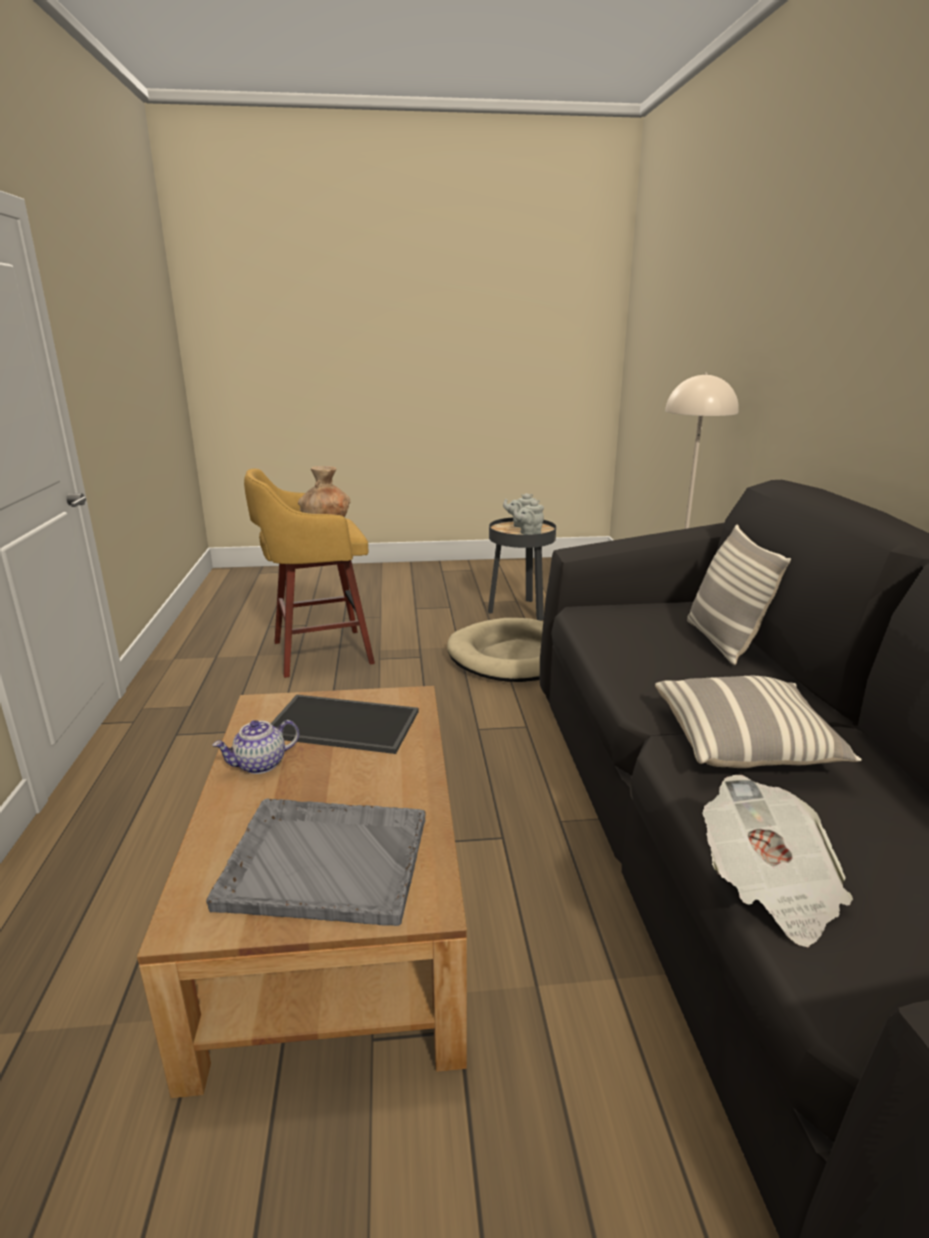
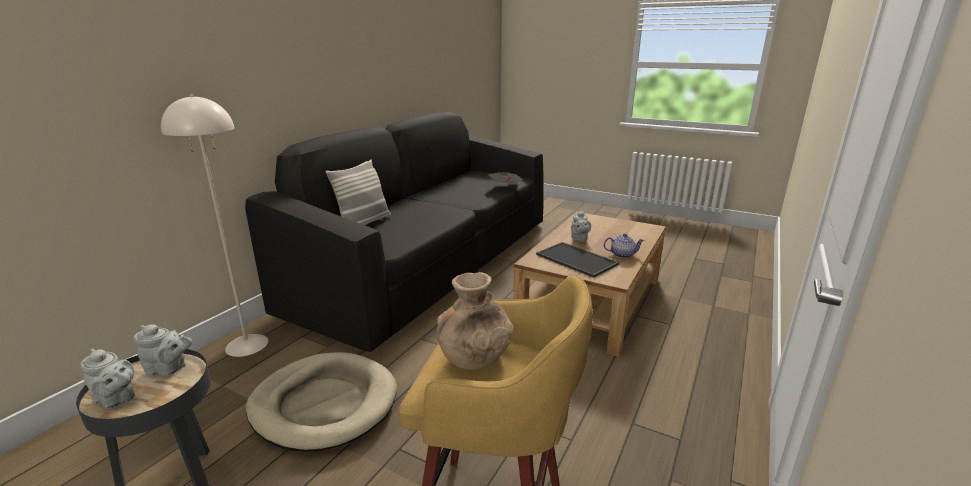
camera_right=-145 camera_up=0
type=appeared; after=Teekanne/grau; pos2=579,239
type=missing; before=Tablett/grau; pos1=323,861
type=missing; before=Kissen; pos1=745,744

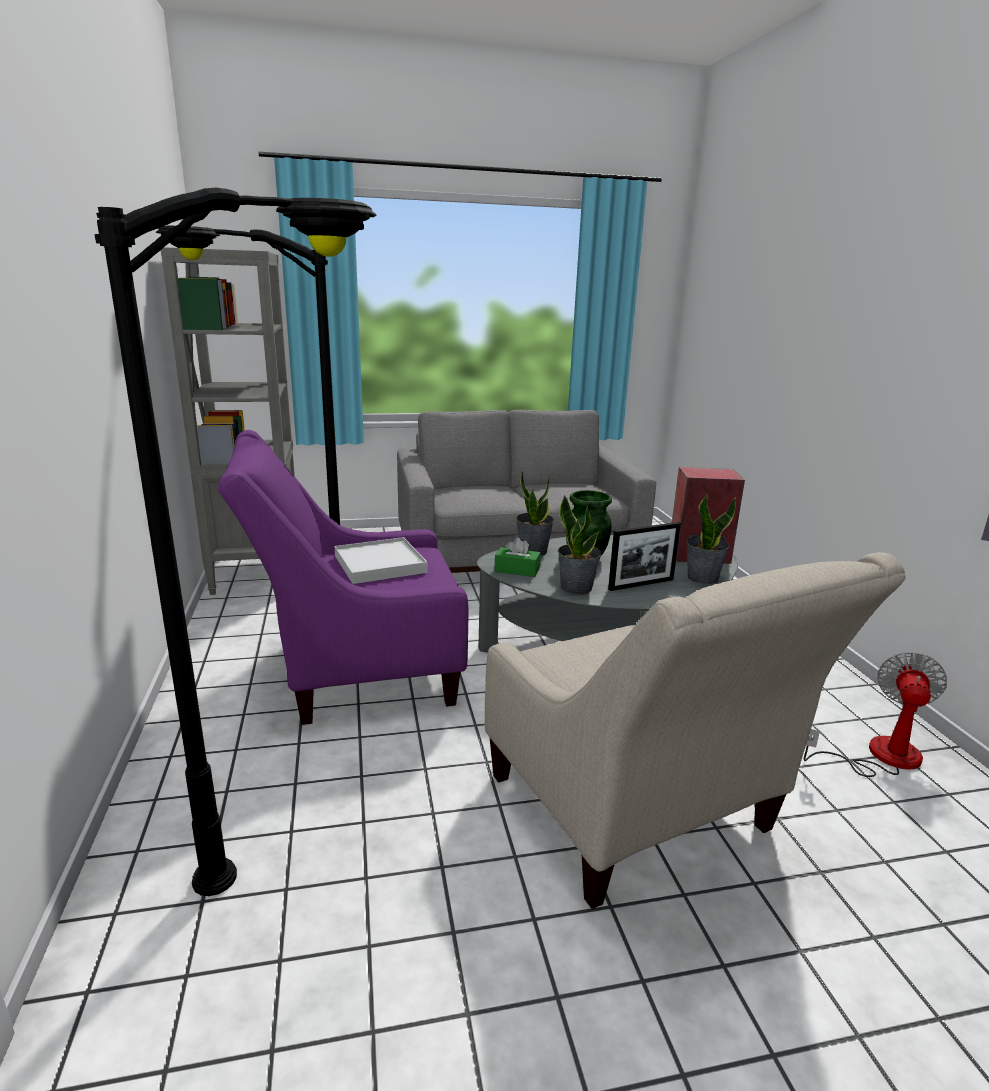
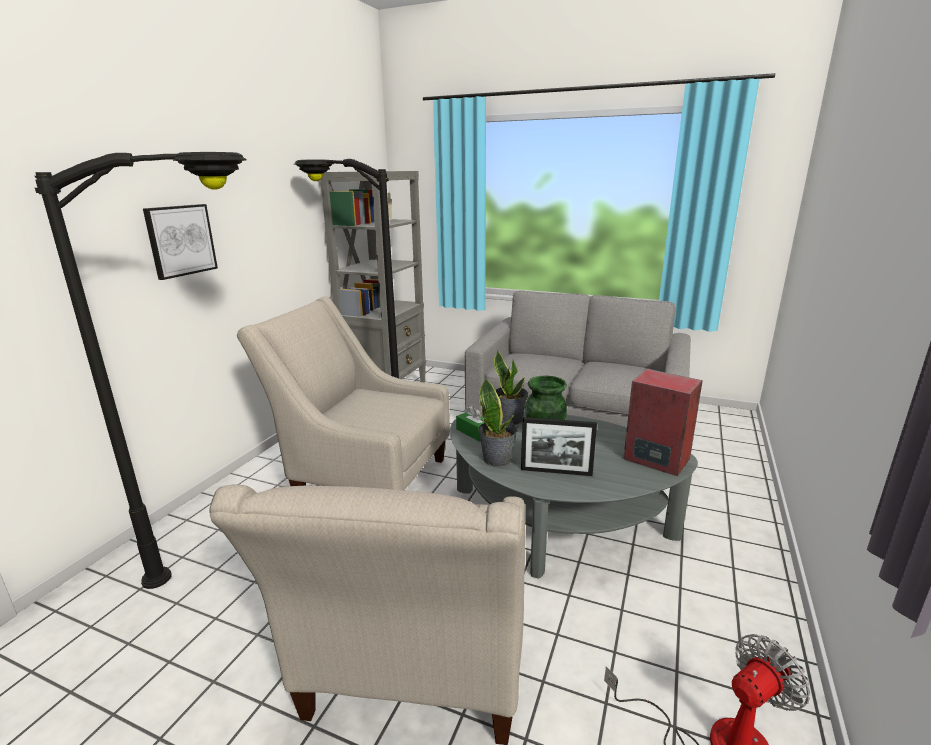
camera_right=35 camera_up=0
type=appeared; after=Bild; pos2=180,240
type=colour; before=Sessel/lila; after=Sessel/beige; pos1=355,671; pos2=363,478
type=missing; before=Tablett/weiß; pos1=380,564
type=missing; before=Topfpflanze; pos1=702,578

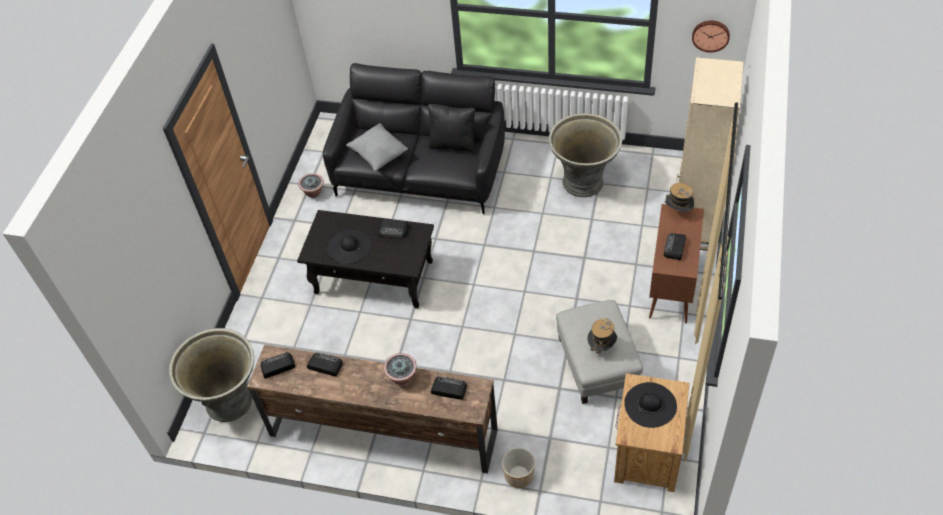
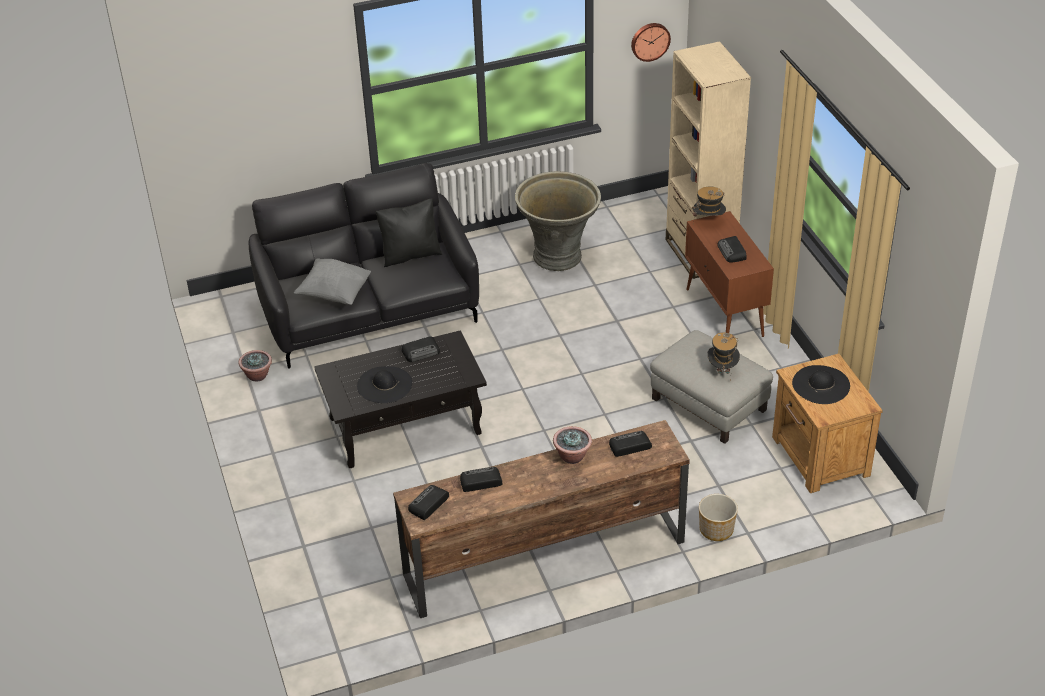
camera_right=-35 camera_up=-10
type=missing; before=Pflanzkübel/grau; pos1=230,402

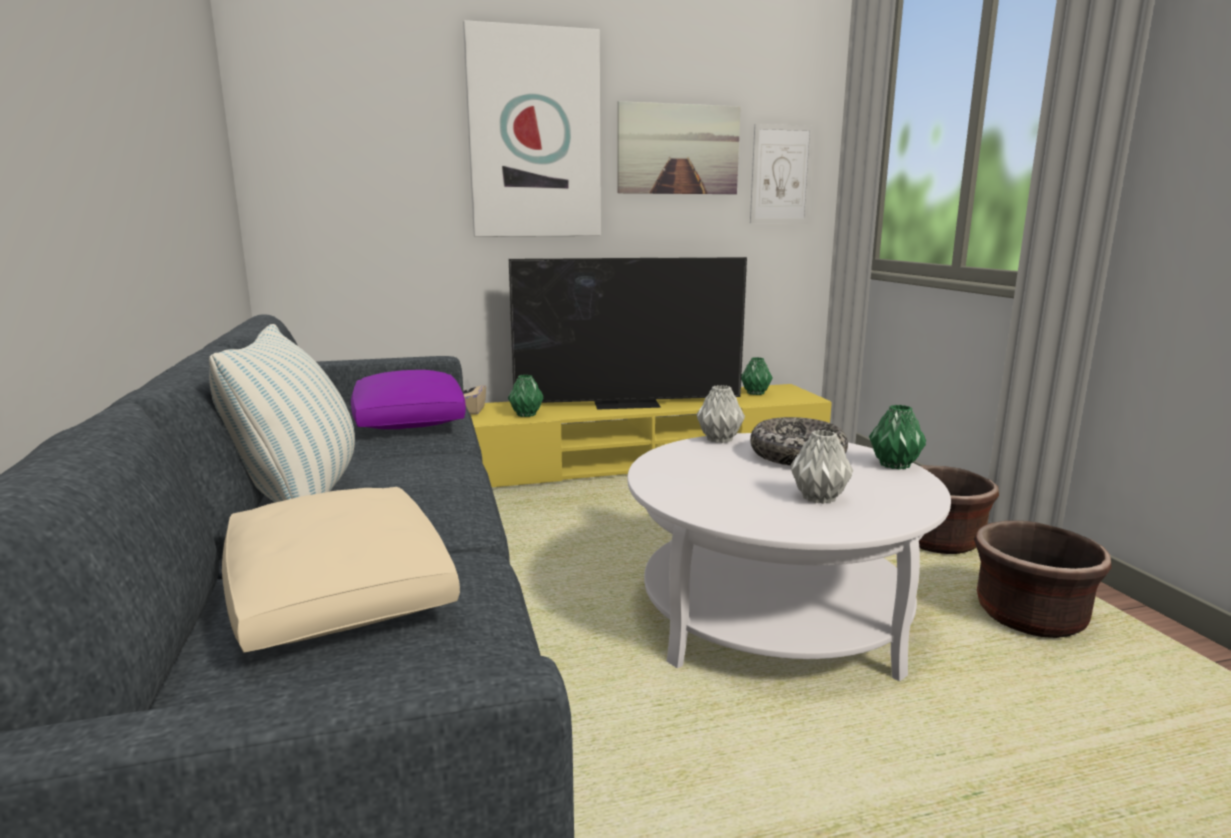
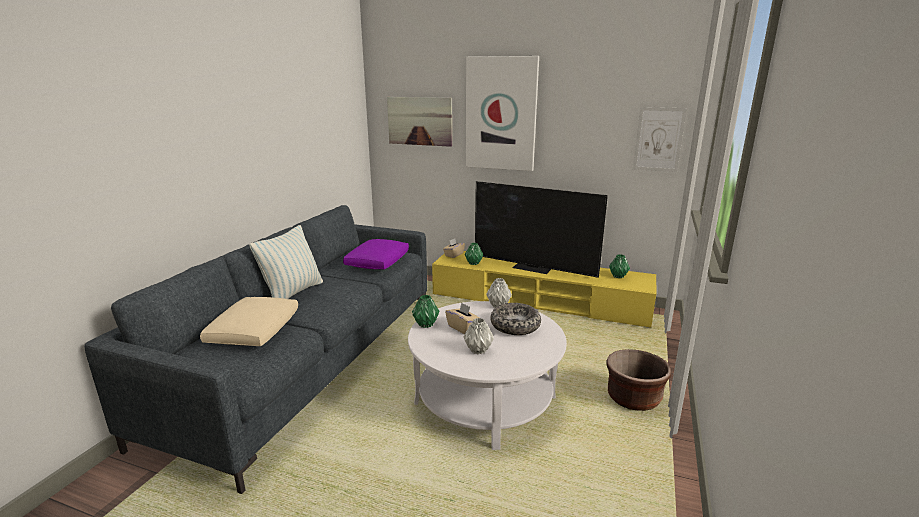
camera_right=35 camera_up=5
type=relocated; before=Bild; pos1=678,149; pos2=420,121
type=relocated; before=Vase/grün; pos1=895,465; pos2=426,324
type=appeared; after=Taschentuchbox/beige; pos2=463,328
type=missing; before=Pflanzkübel/braun; pos1=1030,617

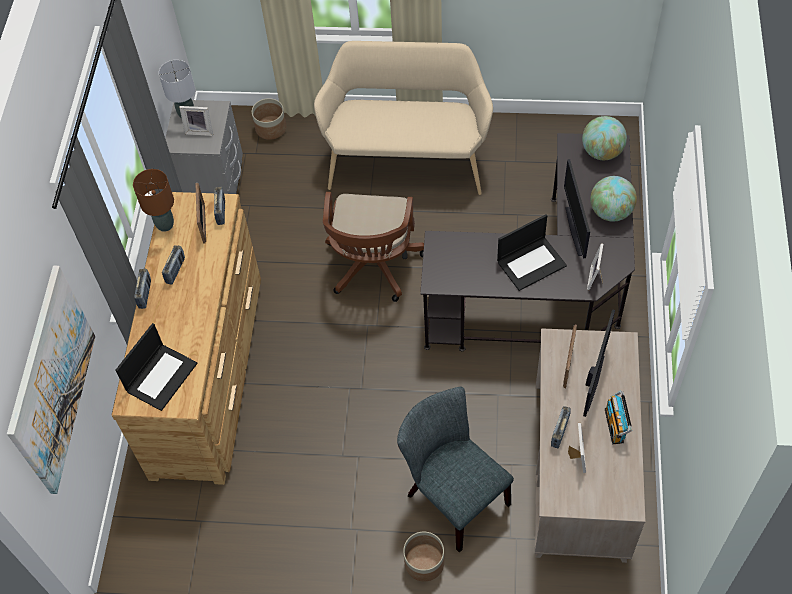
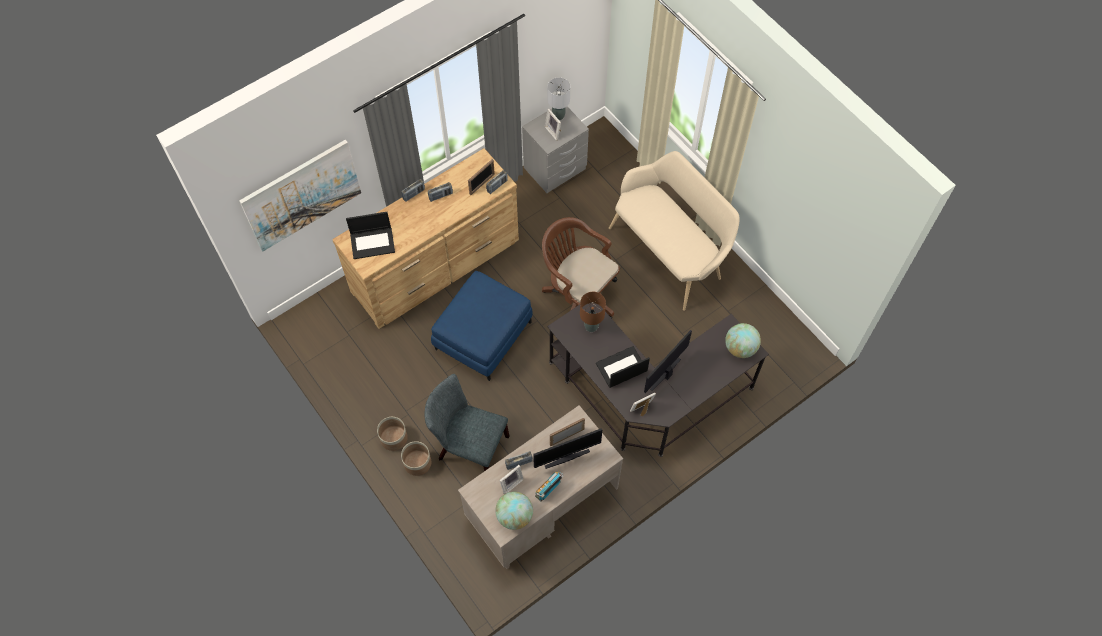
camera_right=45 camera_up=5
type=relocated; before=Pflanzkübel; pos1=270,128; pos2=393,438
type=spun; before=Stuhl/grau; pos1=452,496; pos2=469,447; turn=-75
type=appeared; after=Polsterhocker/blau; pos2=483,335
type=relocated; before=Globus; pos1=611,212; pos2=514,516
type=spun; before=Bürostuhl/braun; pos1=373,267; pos2=578,293; turn=75
type=relocated; before=Tischlampe/braun; pos1=165,224; pos2=591,327
type=spun; before=Laptop; pos1=531,263; pos2=621,368; turn=135

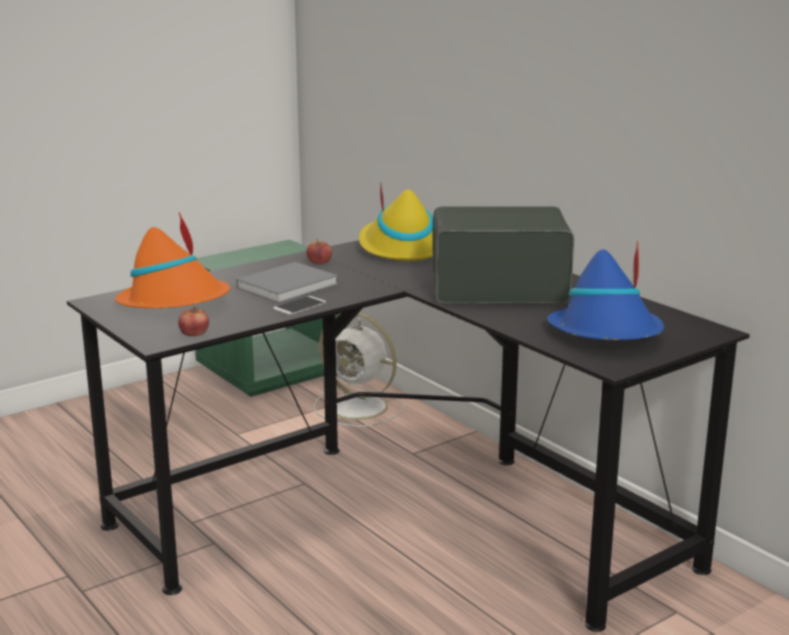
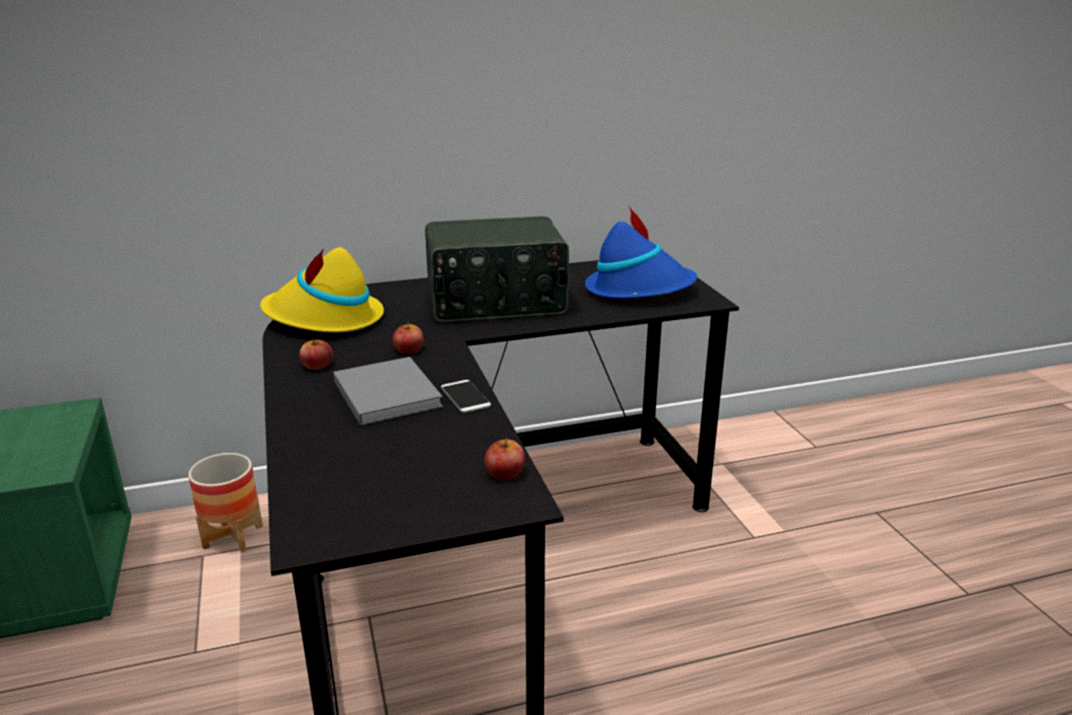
camera_right=-70 camera_up=5
type=exchanged; before=Ventilator/weiß; after=Pflanzkübel; pos1=360,408; pos2=233,536
type=appeared; after=Apfel; pos2=408,349
type=spun; before=Radio; pos1=498,288; pos2=496,302; turn=-120
type=missing; before=Hut/orange; pos1=175,302

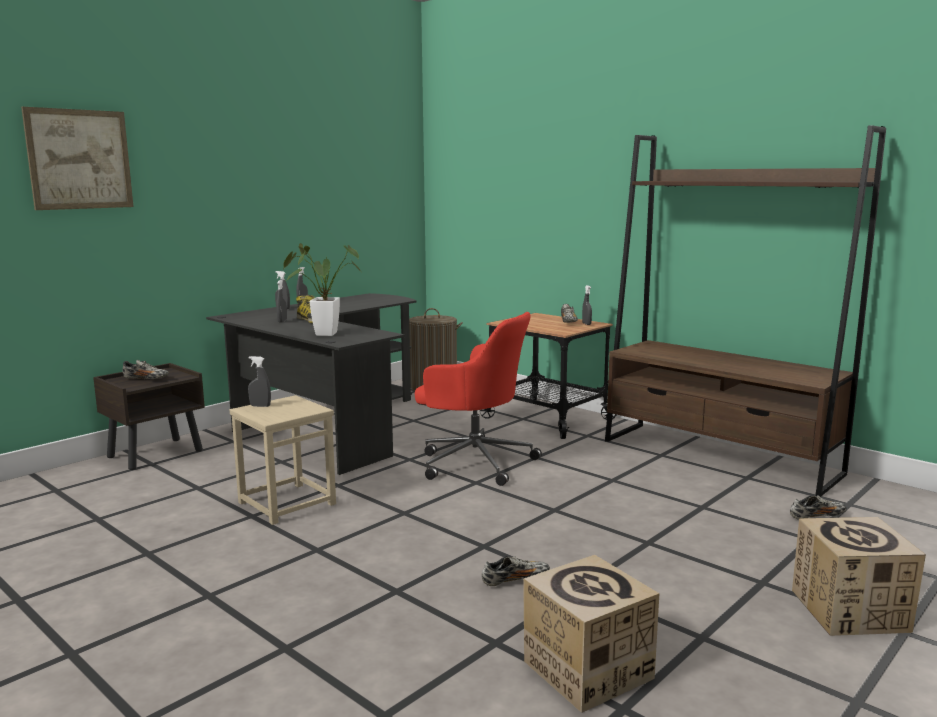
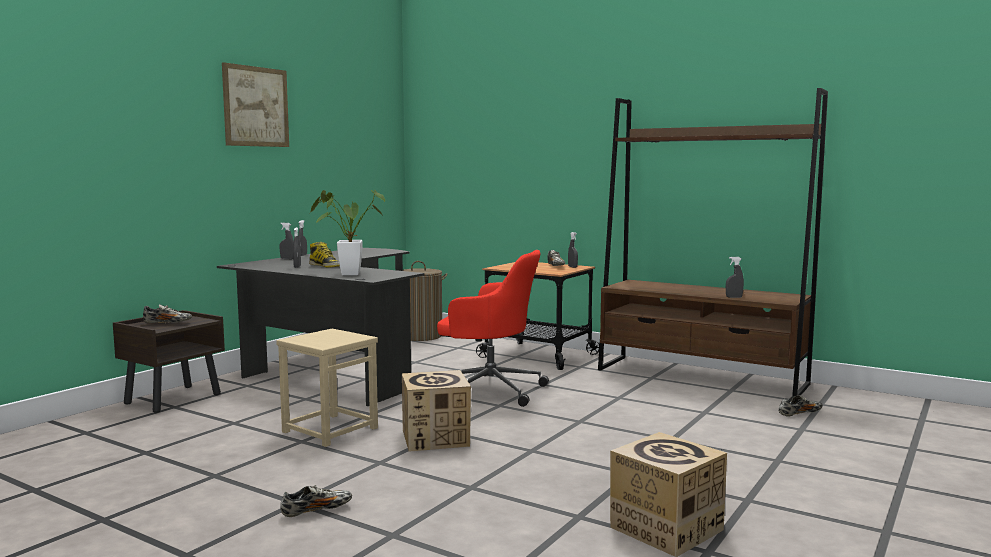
camera_right=-10 camera_up=-5
type=relocated; before=Bild; pos1=79,159; pos2=256,106
type=relocated; before=Schuh; pos1=515,580; pos2=316,511
type=relocated; before=Karton; pos1=850,611; pos2=435,438
type=relocated; before=Sprühflasche/grau; pos1=260,406; pos2=734,297

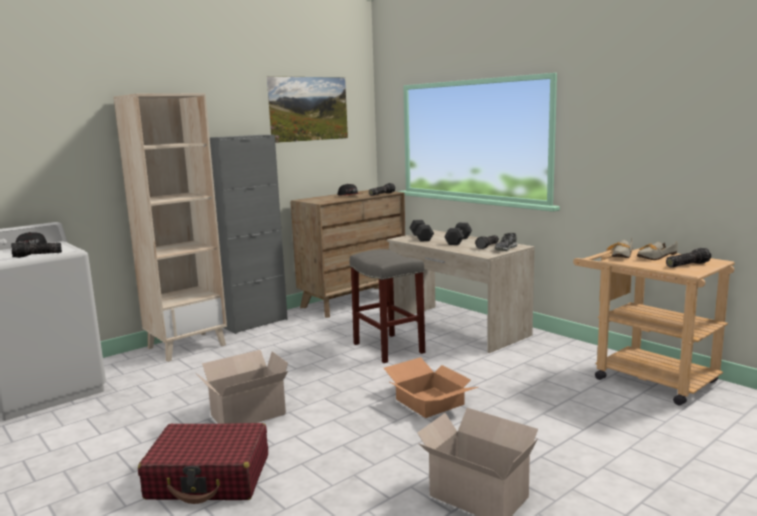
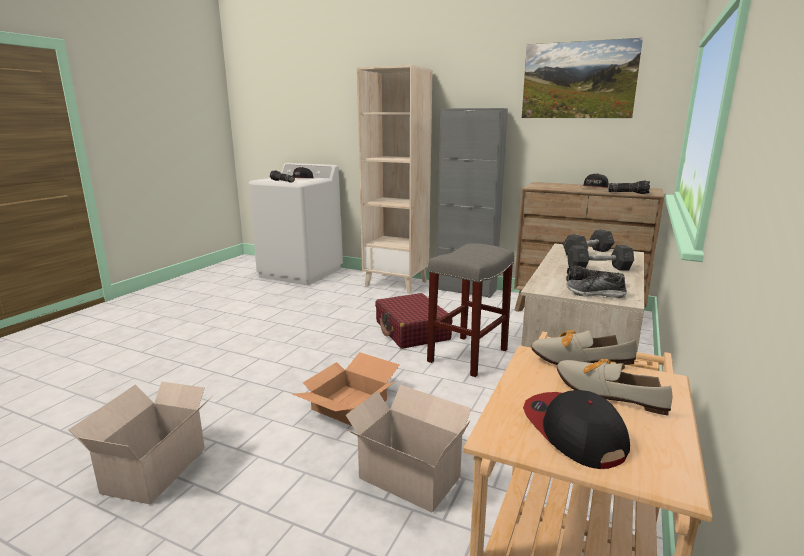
camera_right=65 camera_up=5
type=relocated; before=Karton; pos1=246,415; pos2=407,476
type=relocated; before=Koffer/rot; pos1=209,477; pos2=412,331
type=exchanged; before=Taschenlampe; after=Kappe; pos1=687,265; pos2=573,431

